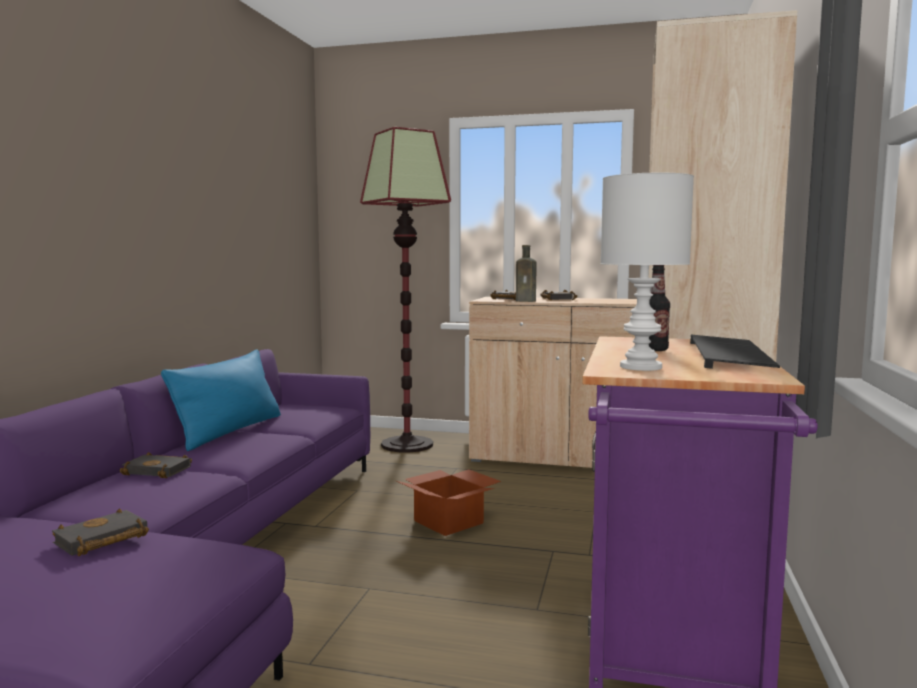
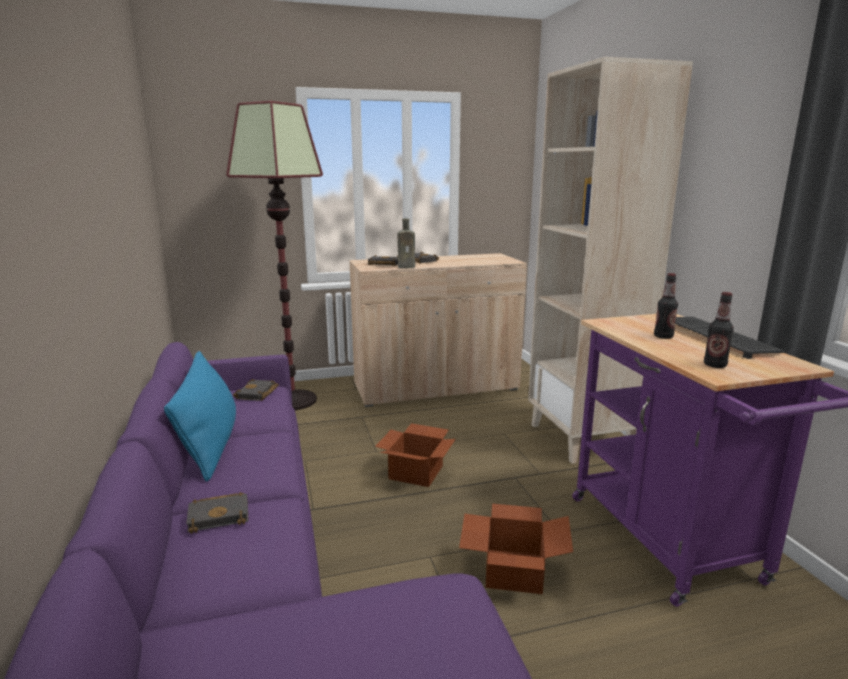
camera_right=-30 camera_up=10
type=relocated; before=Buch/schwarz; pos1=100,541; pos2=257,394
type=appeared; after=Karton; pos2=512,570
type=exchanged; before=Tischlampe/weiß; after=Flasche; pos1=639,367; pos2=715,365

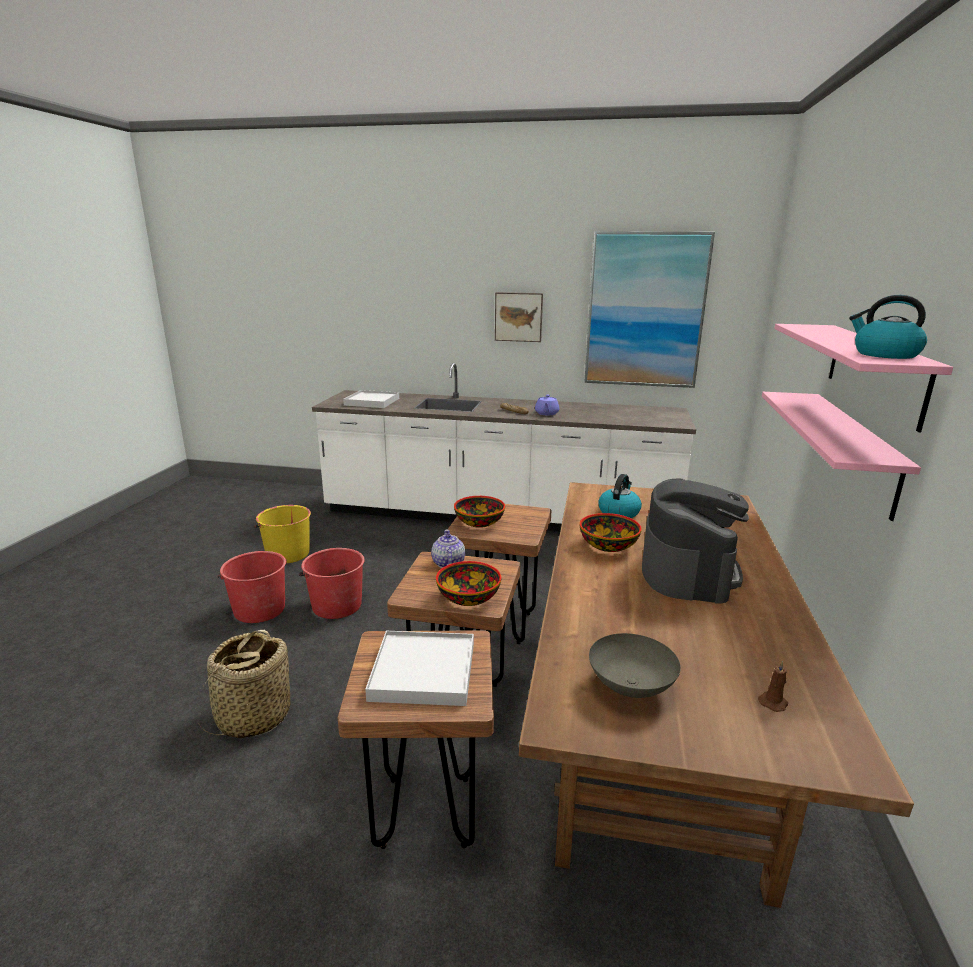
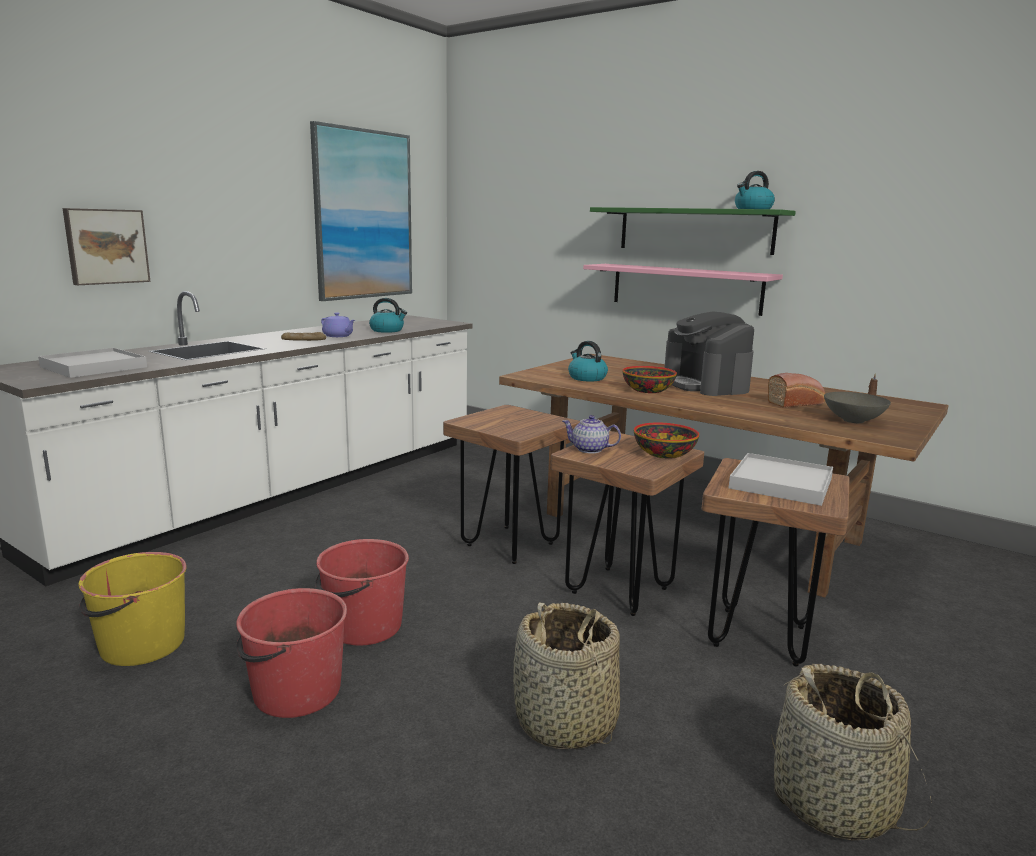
camera_right=-65 camera_up=-5
type=relocated; before=Bild; pos1=518,317; pos2=106,246
type=appeared; after=Wasserkessel; pos2=387,330
type=colour; before=Wandregal/rosa; after=Wandregal/grün; pos1=874,371; pos2=695,230
type=spun; before=Kaffeemaschine; pos1=688,571; pos2=705,385; turn=-150
type=appeared; after=Brot; pos2=796,403
type=appeared; after=Korb; pos2=834,802
type=missing; before=Schüssel; pos1=479,522

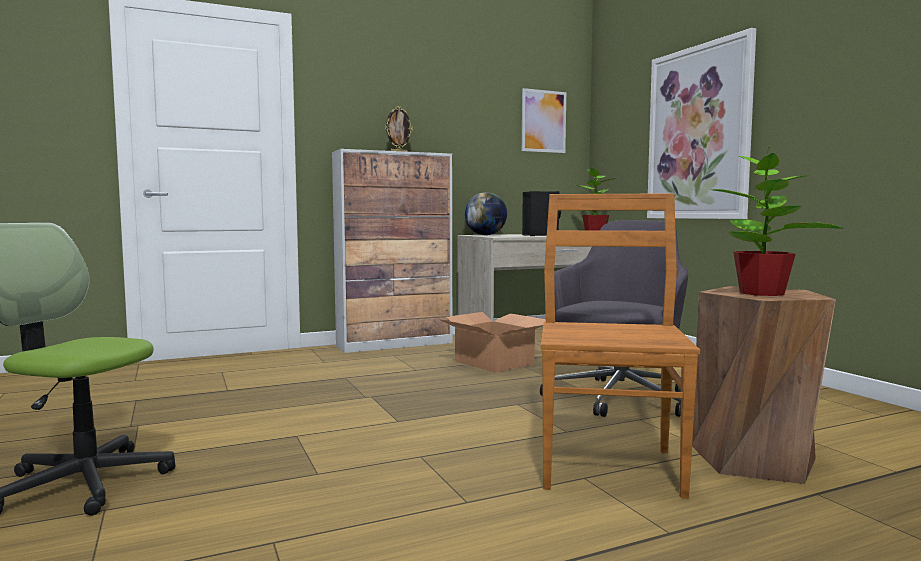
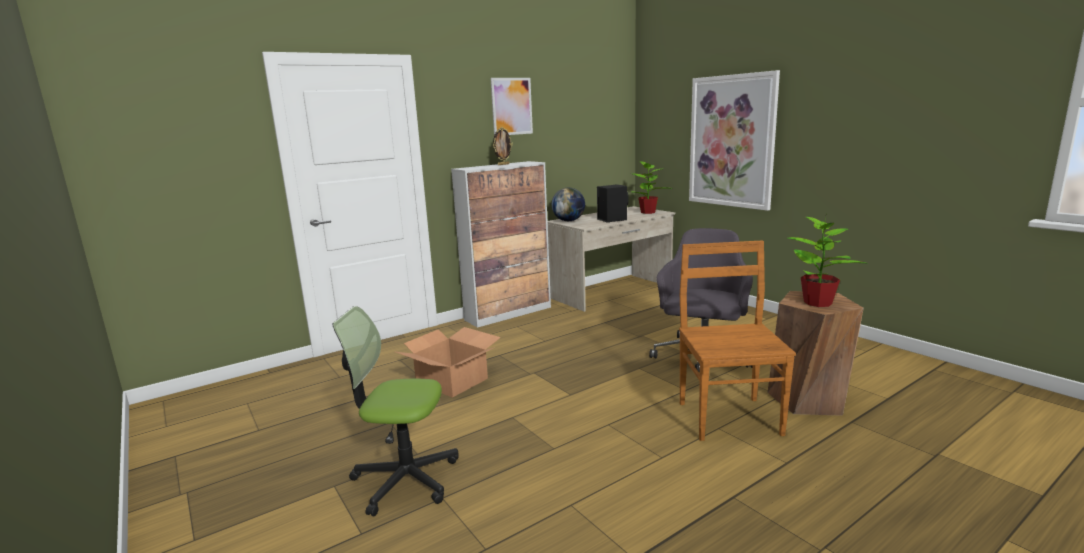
camera_right=-10 camera_up=10
type=relocated; before=Karton; pos1=494,362; pos2=452,380
type=relocated; before=Bild; pos1=543,121; pos2=511,106

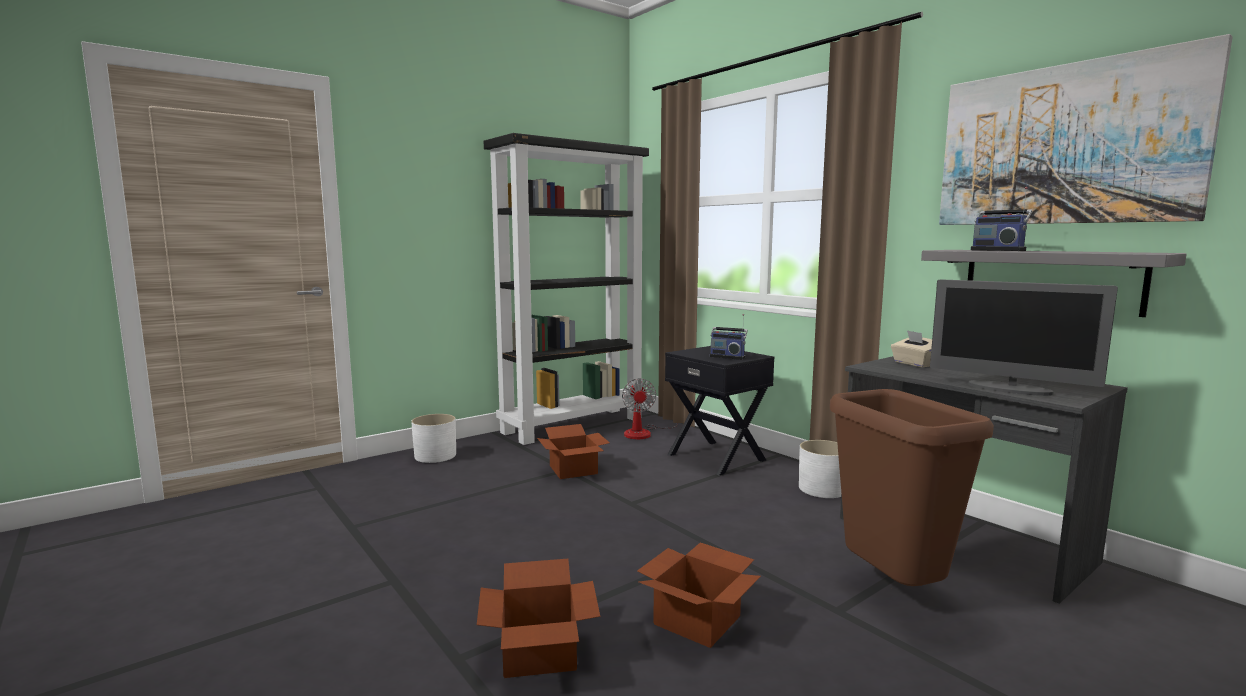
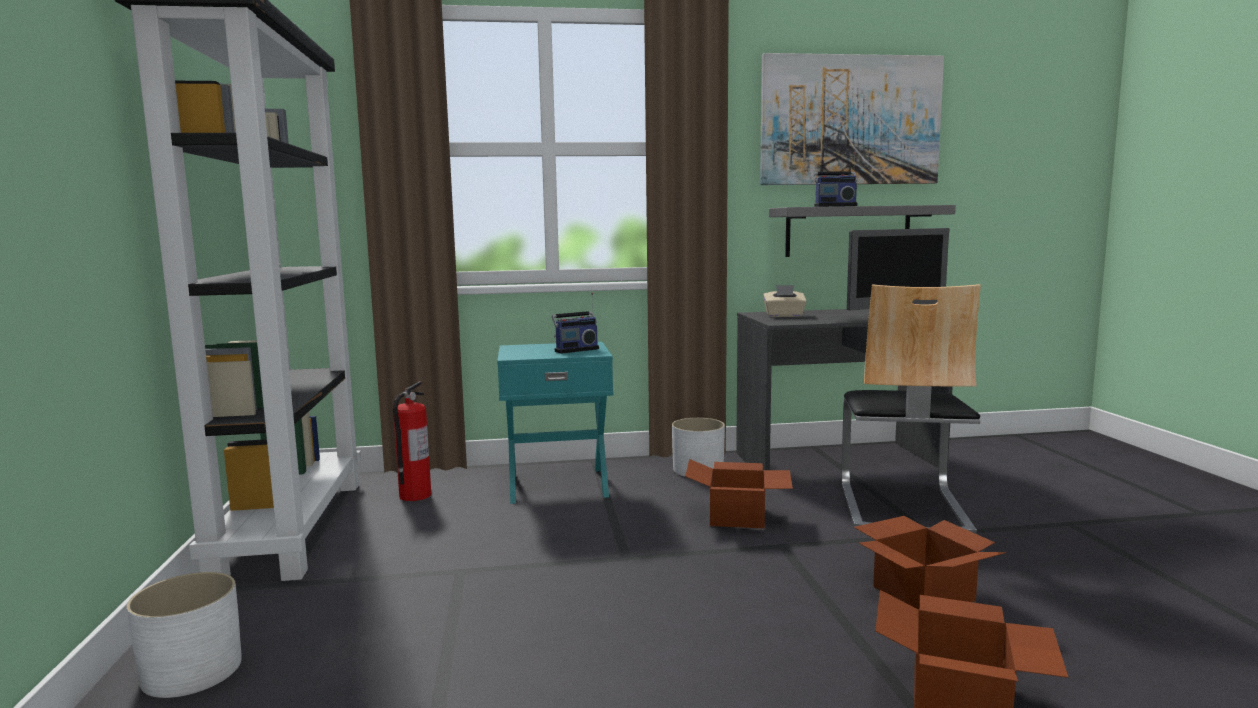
camera_right=-60 camera_up=0
type=exchanged; before=Ventilator; after=Feuerlöscher; pos1=644,433; pos2=414,495
type=colour; before=Nachttisch/schwarz; after=Nachttisch/türkis; pos1=717,457; pos2=557,484
type=relocated; before=Karton; pos1=573,470; pos2=739,517
type=exchanged; before=Mülleimer/braun; after=Stuhl; pos1=889,588; pos2=901,506

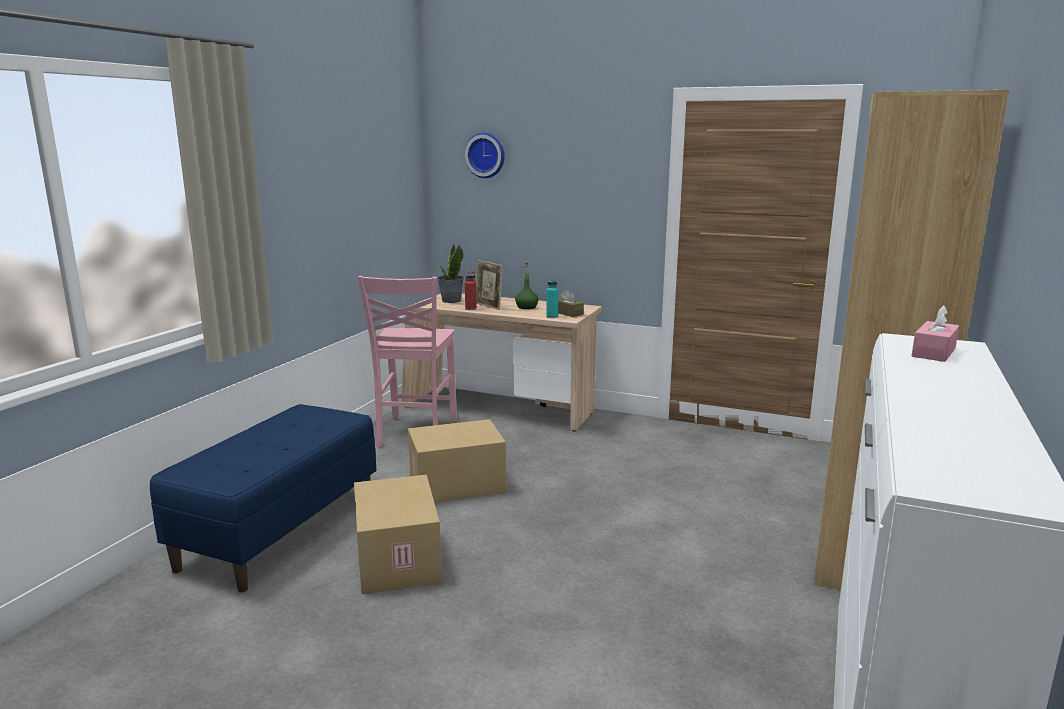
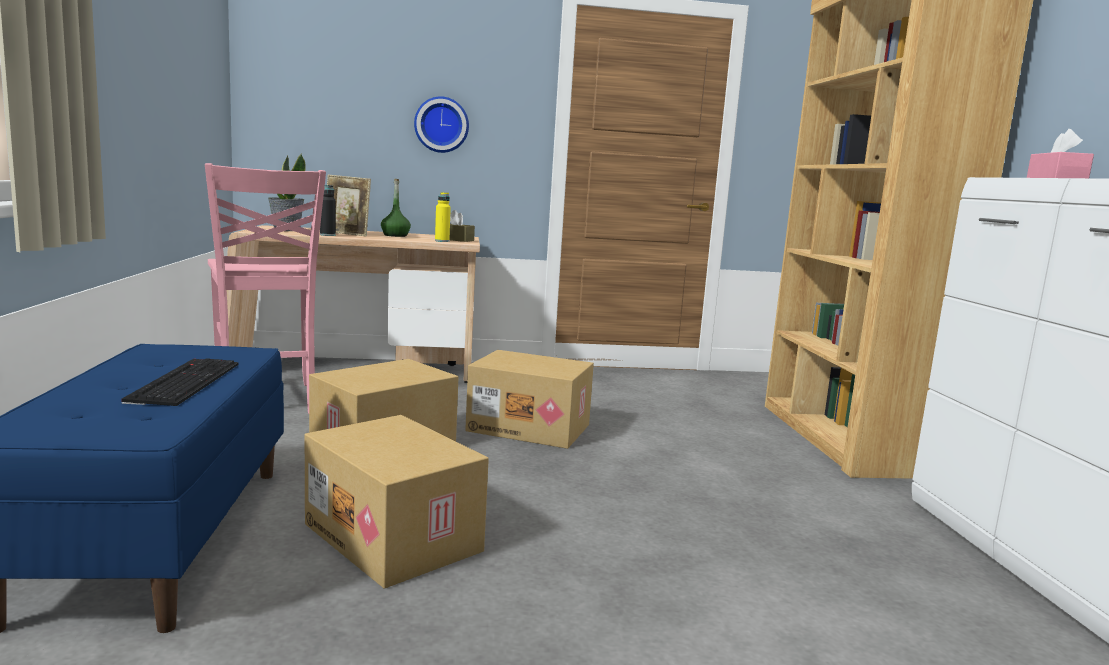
camera_right=-30 camera_up=-5
type=appeared; after=Tastatur; pos2=184,381
type=colour; before=Flasche/rot; after=Flasche/schwarz; pos1=471,309; pos2=327,235
type=relocated; before=Wanduhr; pos1=486,155; pos2=441,125
type=colour; before=Flasche/türkis; after=Flasche/gelb; pos1=552,317; pos2=442,241
type=appeared; after=Karton; pos2=530,427

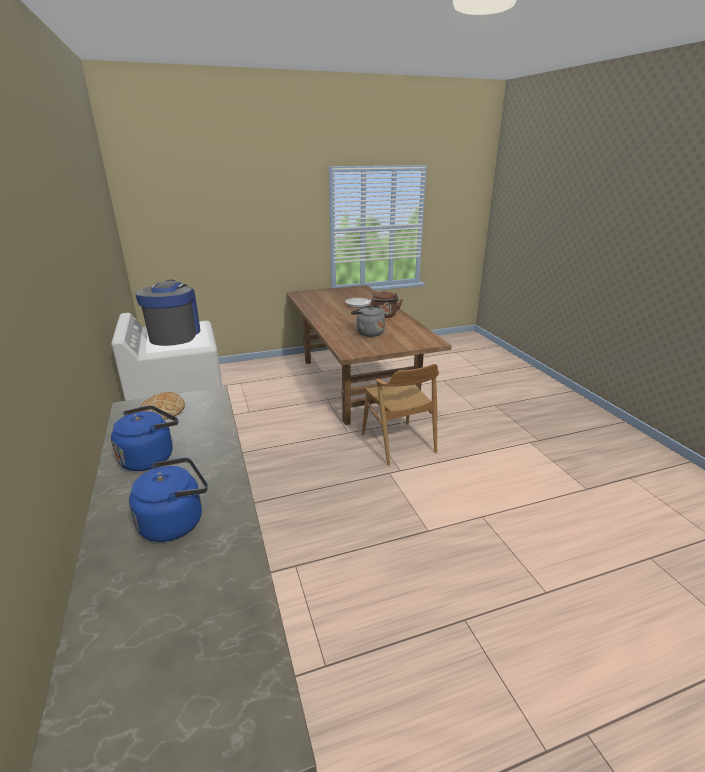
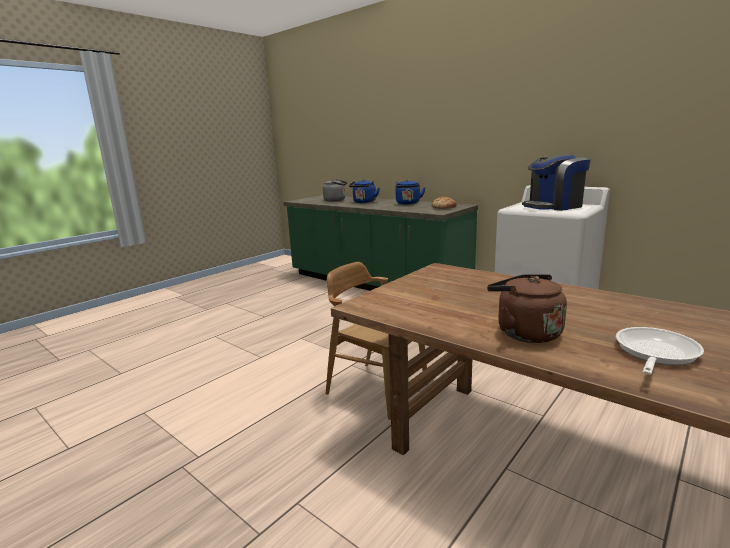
camera_right=150 camera_up=-10
type=relocated; before=Wasserkessel/grau; pos1=368,333; pos2=336,200
type=spun; before=Kaffeemaschine; pos1=174,335; pos2=553,206; turn=105

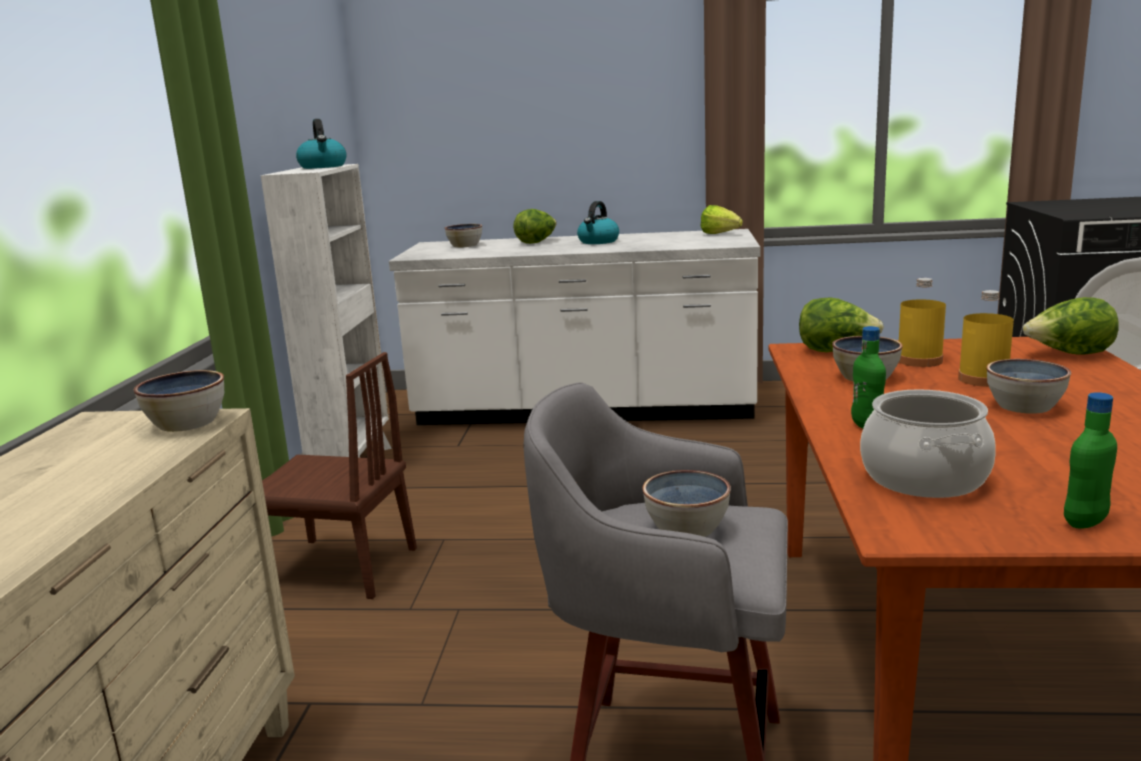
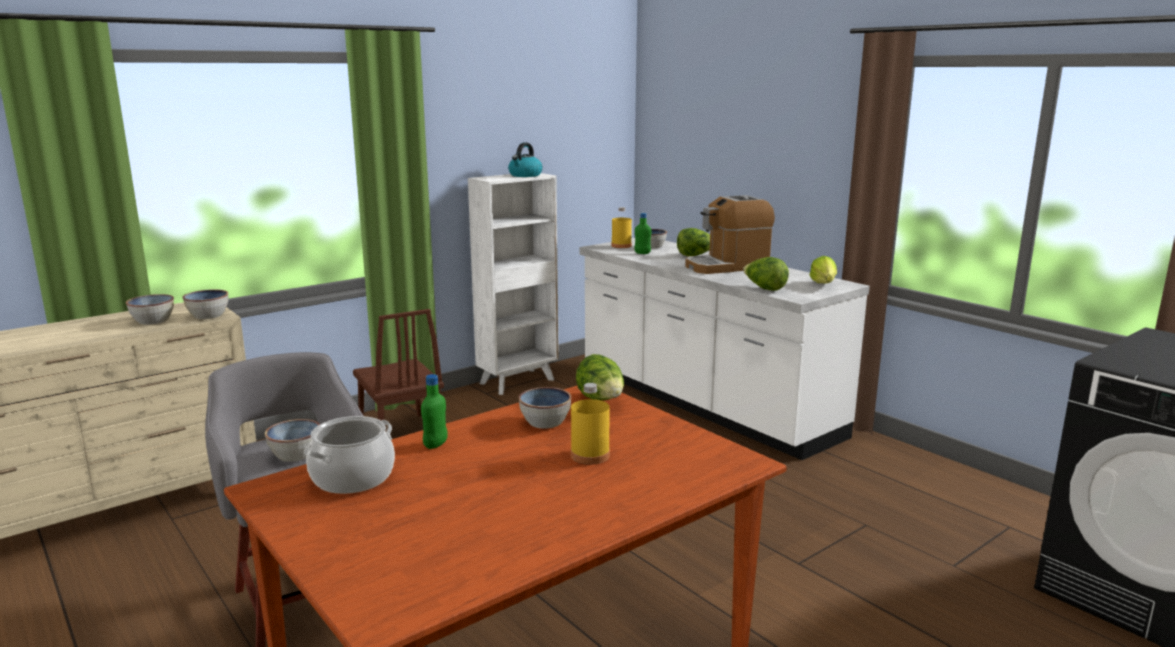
camera_right=45 camera_up=0
type=relocated; before=Schüssel; pos1=1023,407; pos2=153,321
type=relocated; before=Flasche/gelb; pos1=919,360; pos2=621,246
type=relocated; before=Flasche/grün; pos1=1085,522; pos2=642,253
type=exchanged; before=Wasserkessel; after=Kaffeemaschine; pos1=598,242; pos2=727,266
type=relocated; before=Salatkopf; pos1=1069,354; pos2=764,289

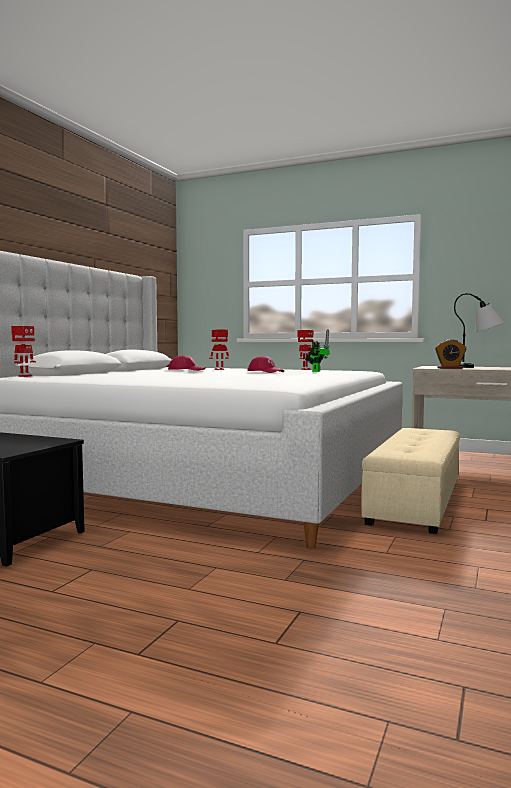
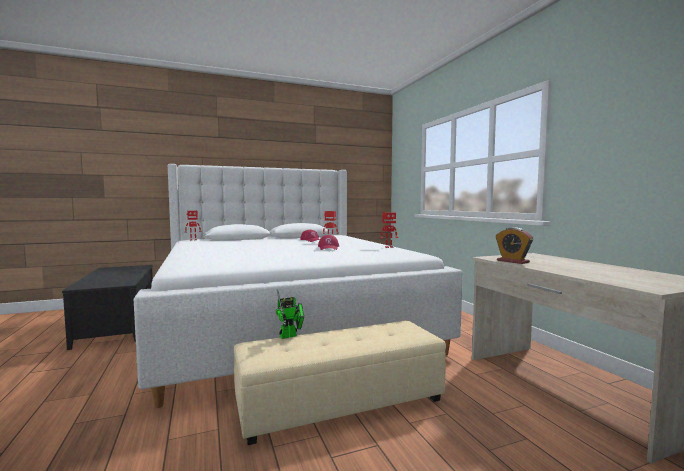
camera_right=45 camera_up=0
type=relocated; before=Spielzeugroboter; pos1=316,371; pos2=290,335
type=missing; before=Tischlampe; pos1=478,367

